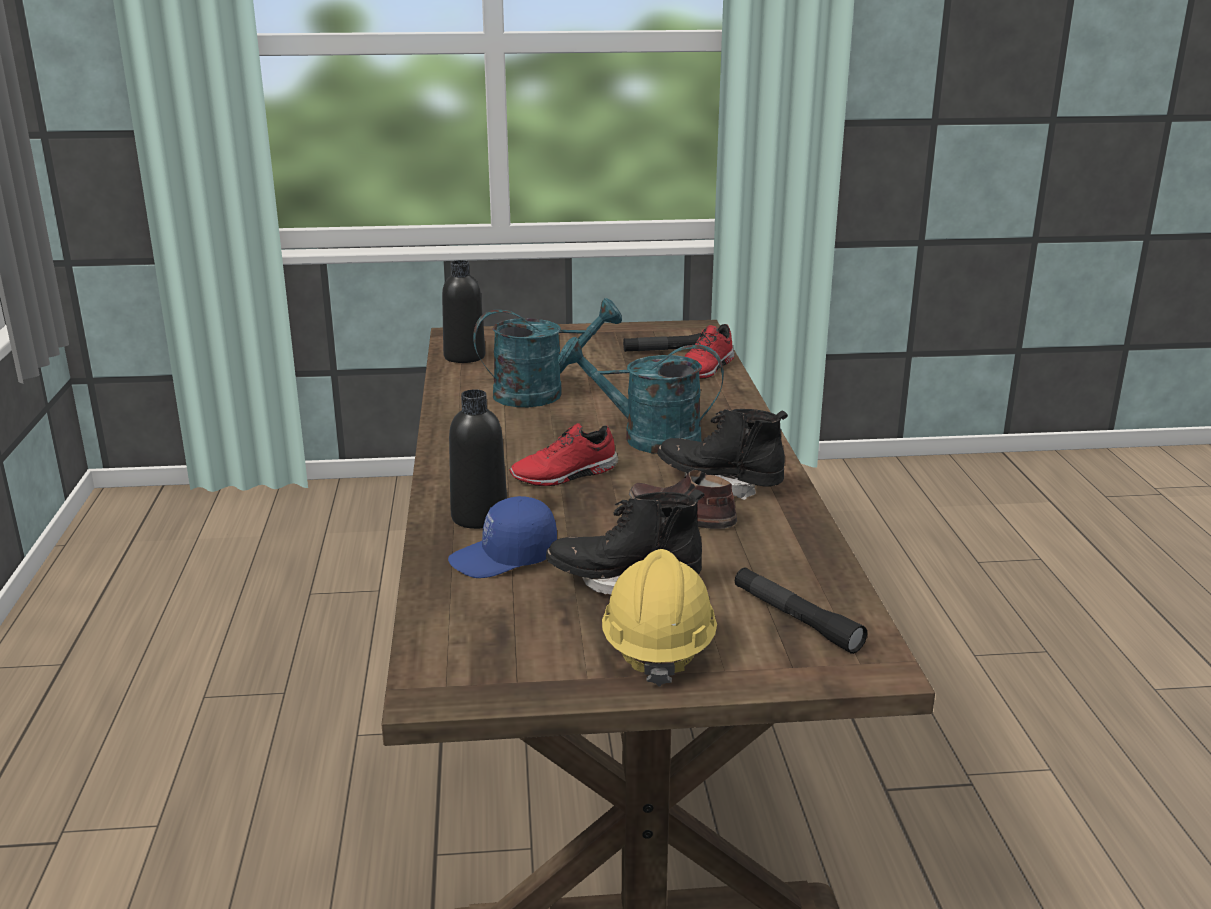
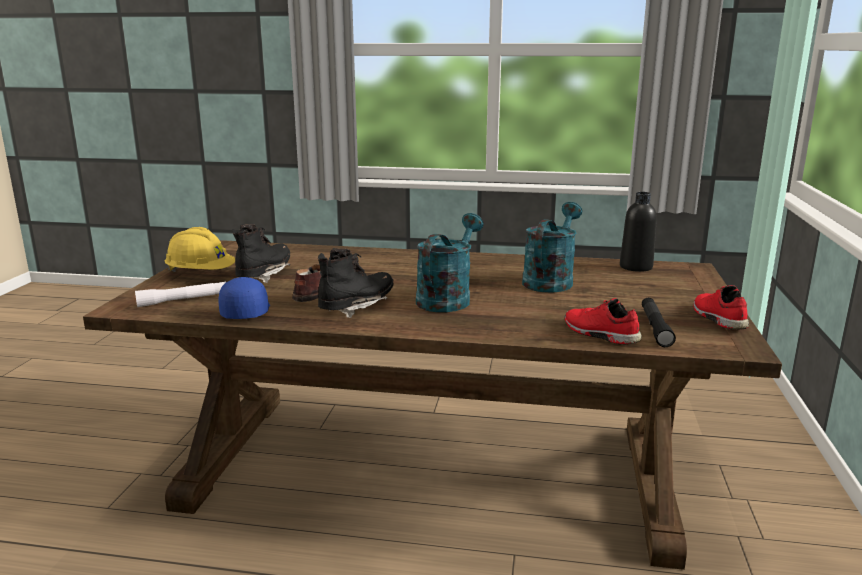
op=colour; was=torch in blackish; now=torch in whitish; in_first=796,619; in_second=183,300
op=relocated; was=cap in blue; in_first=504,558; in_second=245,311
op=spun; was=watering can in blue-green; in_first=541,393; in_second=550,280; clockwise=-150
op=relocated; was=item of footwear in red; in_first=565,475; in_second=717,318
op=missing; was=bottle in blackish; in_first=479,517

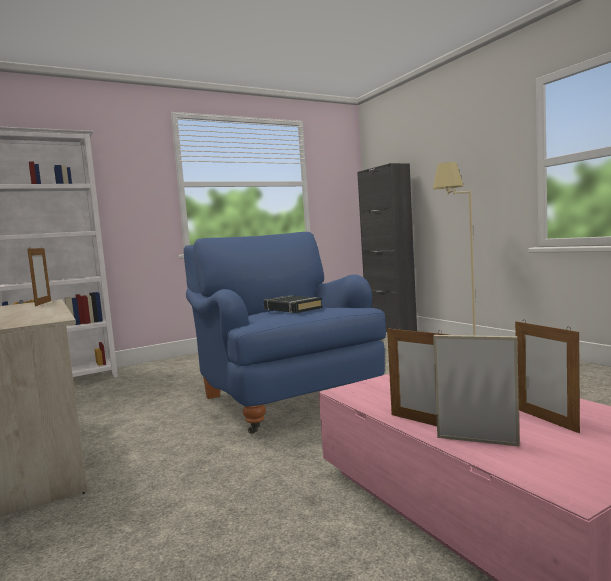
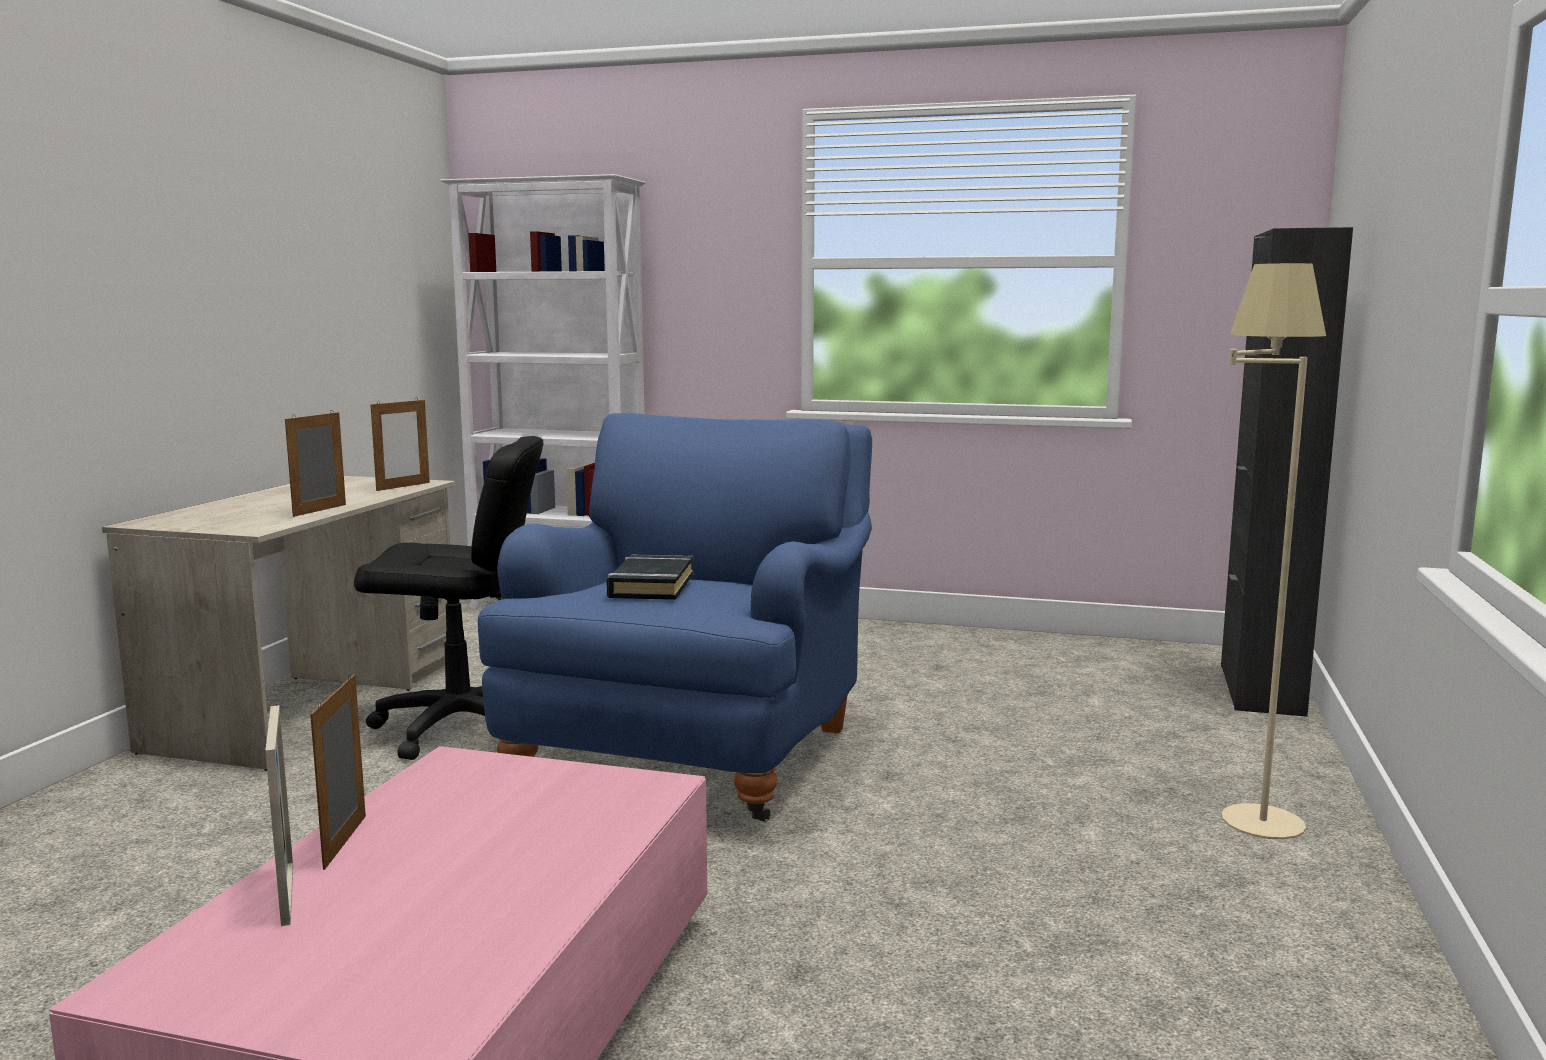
op=relocated; was=photo frame; in_first=546,420; in_second=320,510
op=appeared; now=desk chair in blackish; in_second=461,727

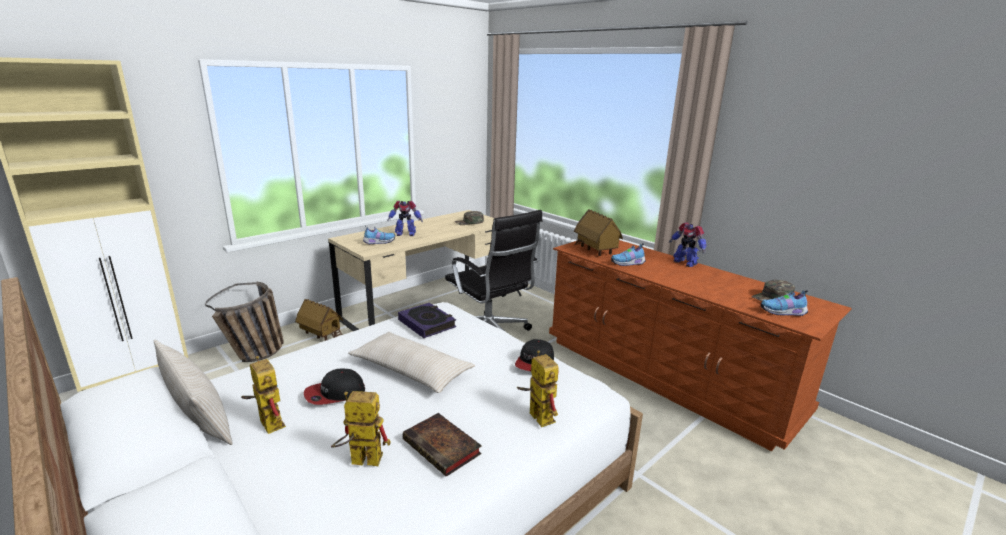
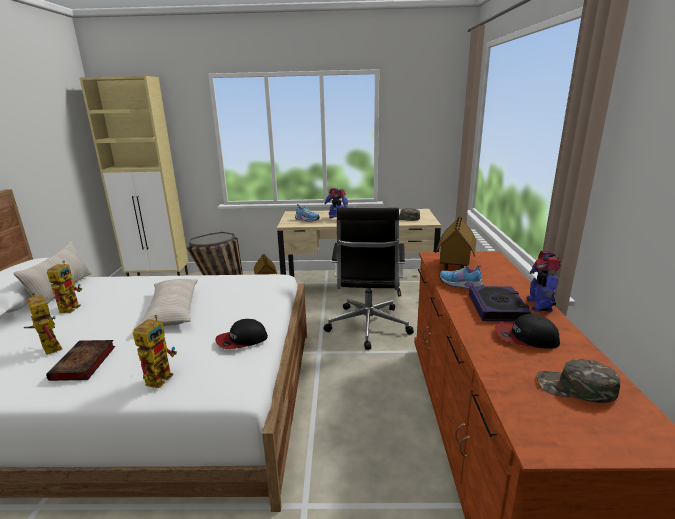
op=relocated; was=book; in_first=427,323; in_second=497,308
op=relocated; was=cap; in_first=335,393; in_second=525,337
op=missing; was=item of footwear; in_first=783,313

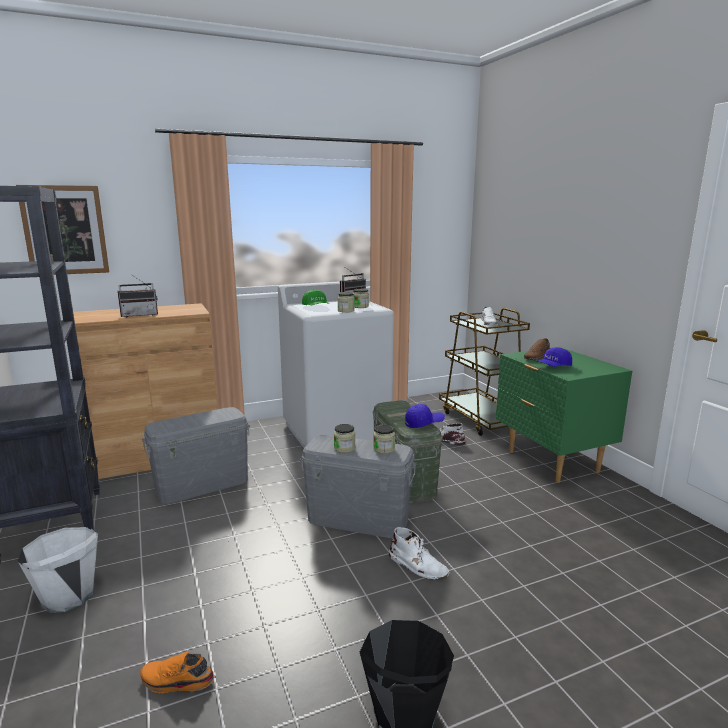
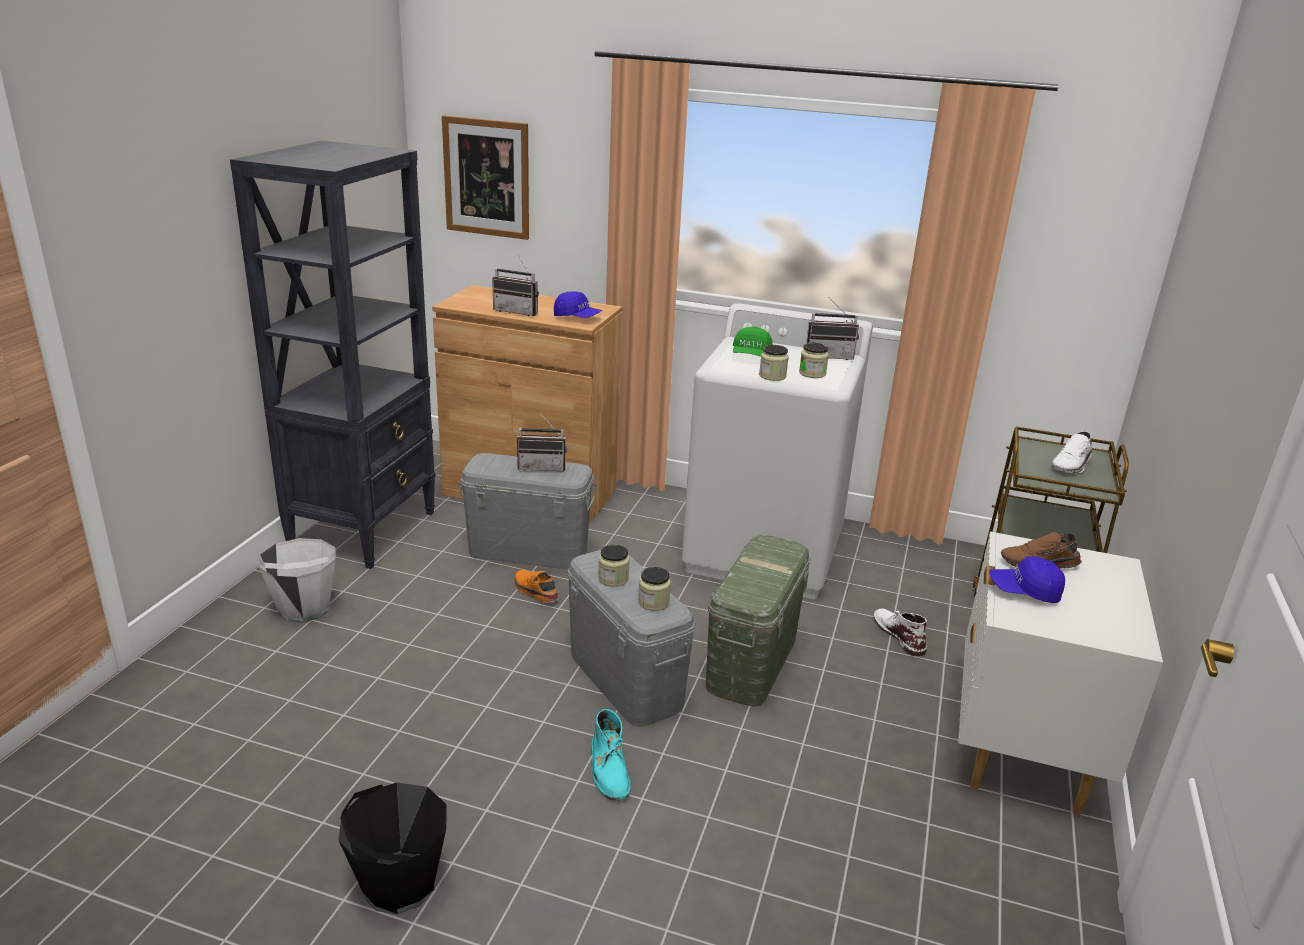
op=relocated; was=item of footwear in orange-coloured; in_first=176,682; in_second=534,591
op=appeared; now=radio; in_second=542,467
op=relocated; was=cap in blue; in_first=424,423; in_second=577,317
op=colour; was=boot in whitish; now=boot in blue-green; in_first=418,566; in_second=609,770
op=colour; was=nightstand in green-coloured; now=nightstand in whitish; in_first=551,462; in_second=1021,755

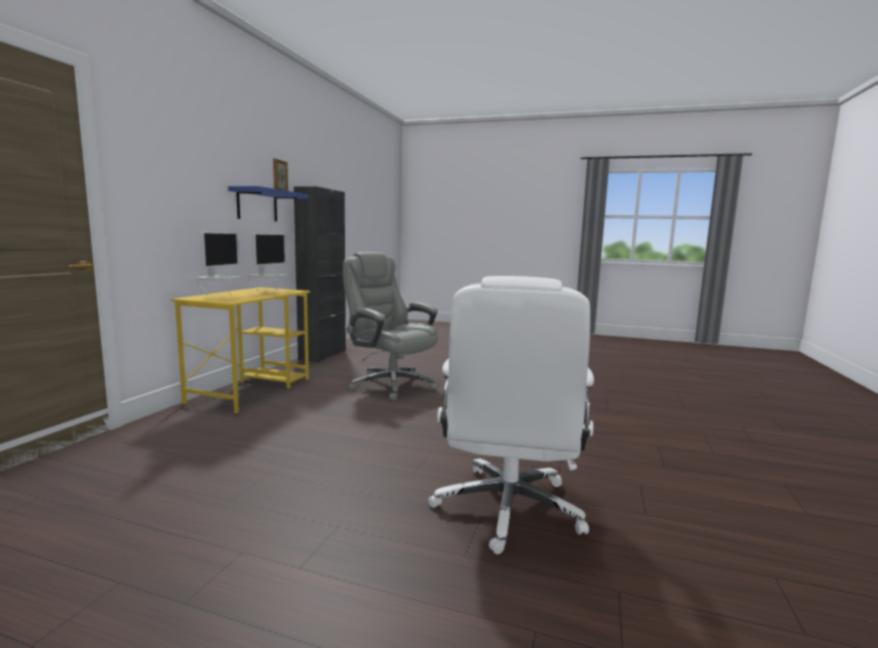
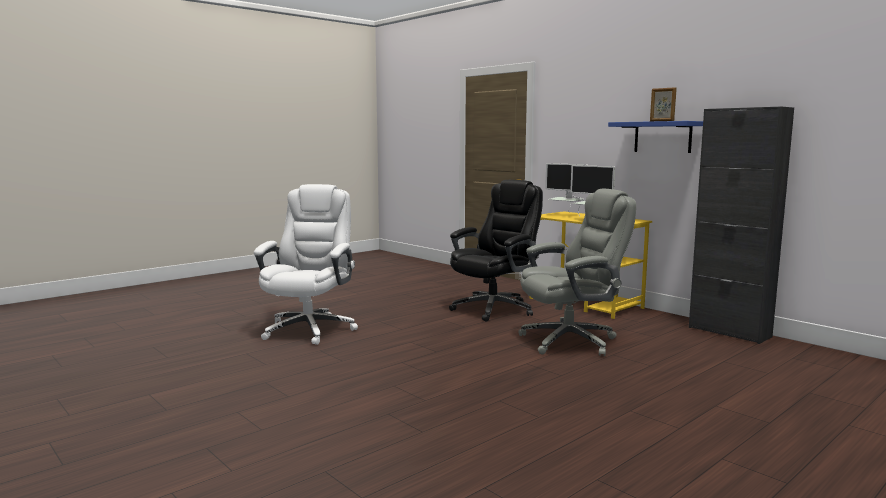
op=spun; was=desk chair in whitish; in_first=508,509; in_second=310,329; clockwise=60
op=appeared; now=desk chair in blackish; in_second=494,309

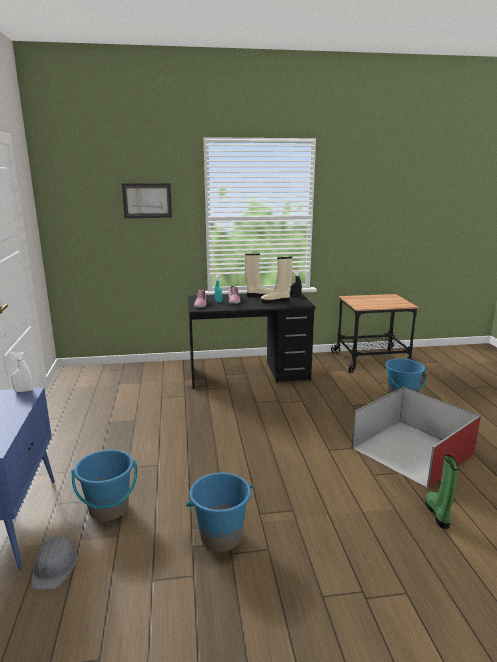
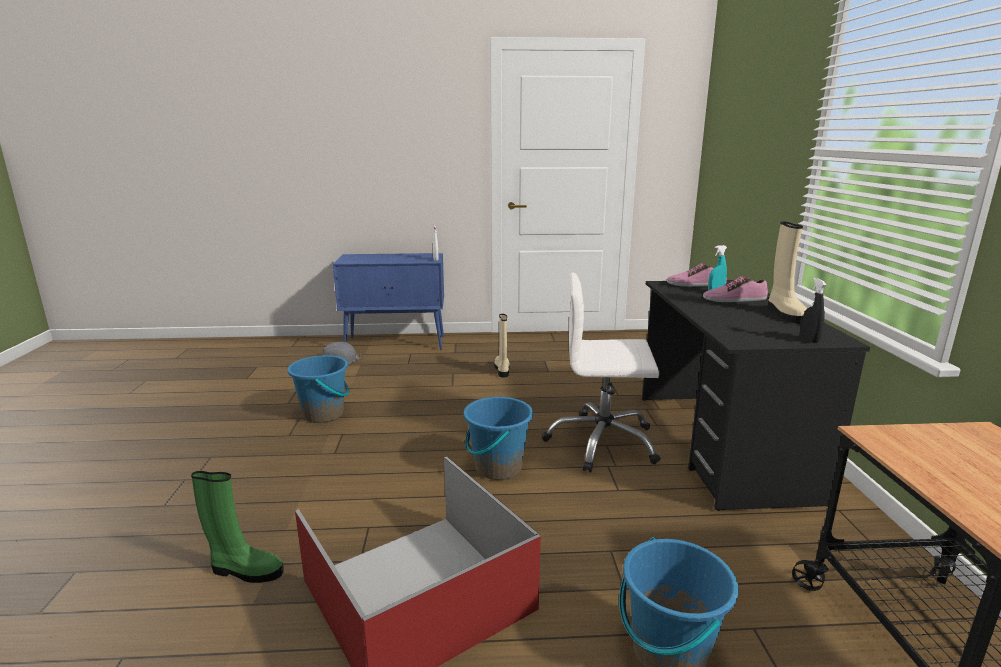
op=relocated; was=bucket in blue; in_first=109,509; in_second=497,467
op=relocated; was=boot in beige-coloured; in_first=276,301; in_second=502,370
op=appeared; now=desk chair in whitish; in_second=602,443
op=missing; was=wall picture; in_first=147,200

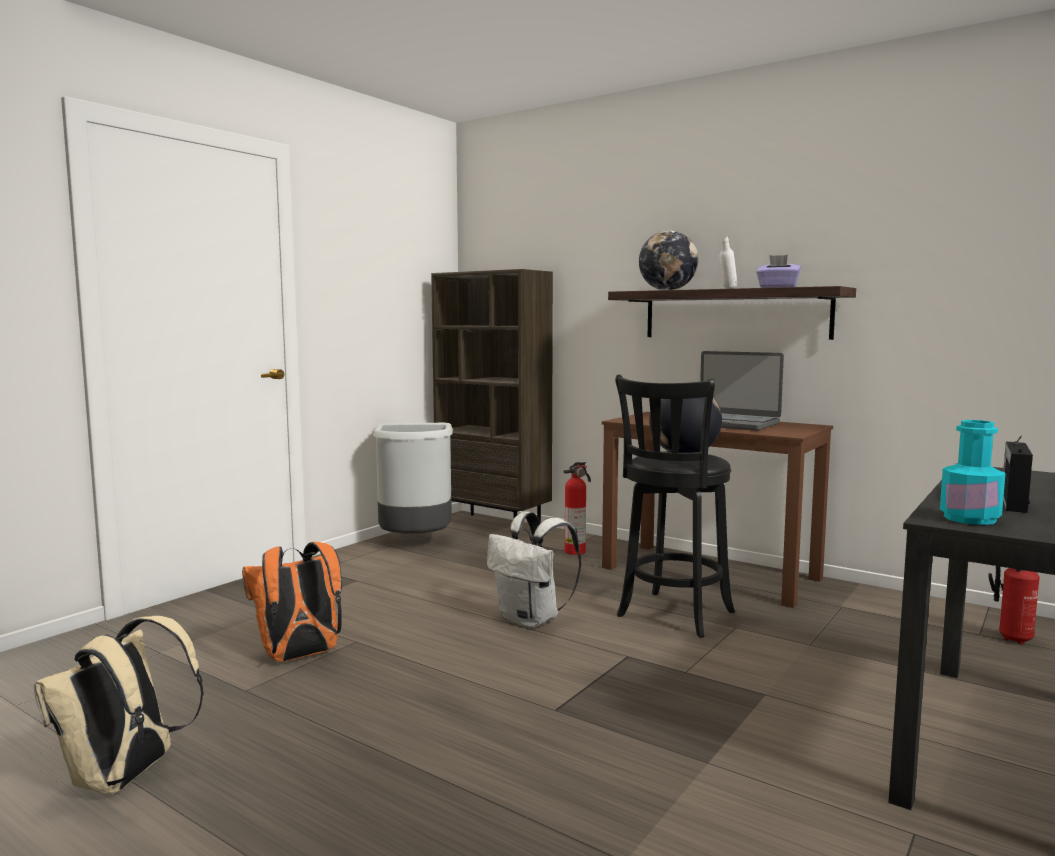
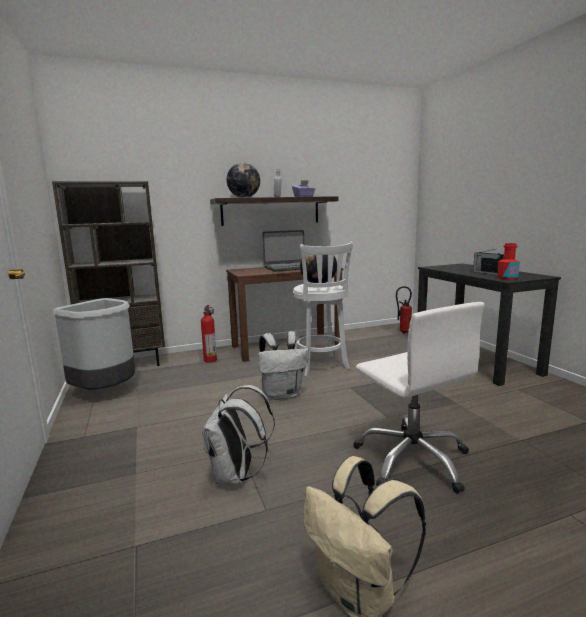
op=colour; was=rucksack in orange-coloured; now=rucksack in whitish; in_first=299,656; in_second=236,476
op=colour; was=stool seat in blackish; now=stool seat in whitish; in_first=672,616; in_second=321,366
op=appeared; now=desk chair in whitish; in_second=412,459
op=colour; was=bottle in blue-green; now=bottle in red; in_first=969,518; in_second=507,278

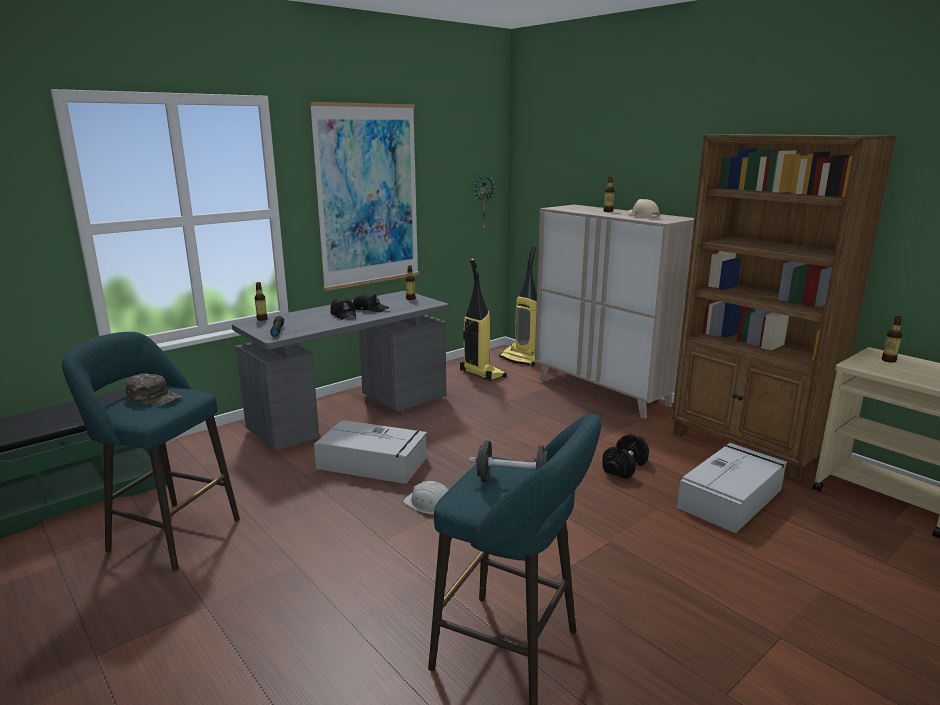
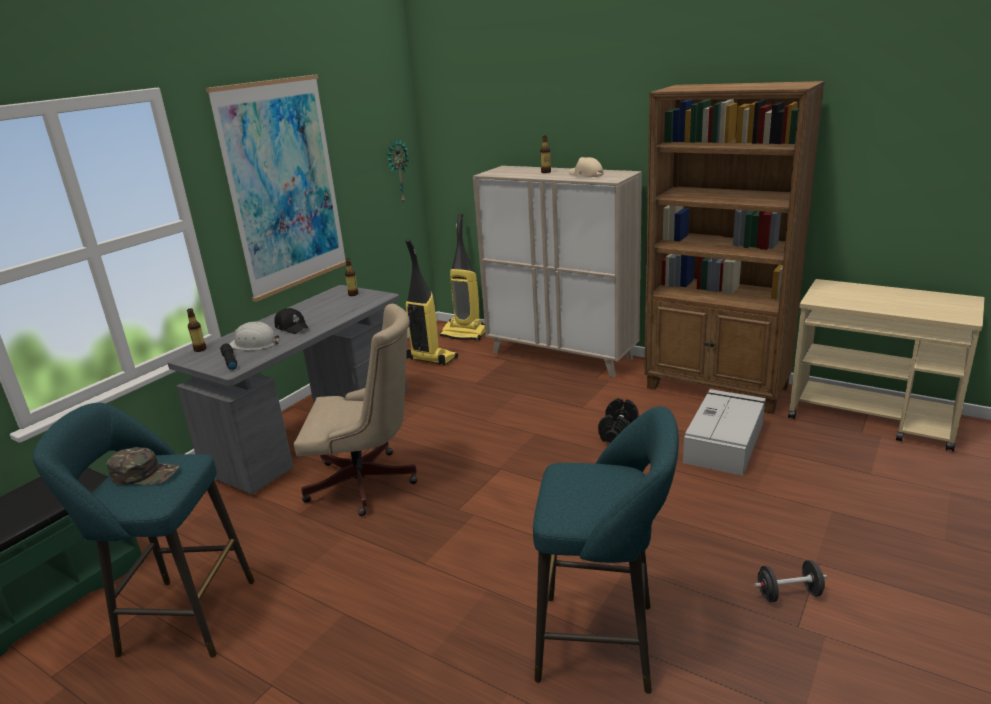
op=relocated; was=safety helmet in whitish; in_first=429,504; in_second=254,344
op=exchanged; was=storage bin in gray; now=desk chair in beige-coloured; in_first=374,463; in_second=368,483
op=relocated; was=hand weight in blackish; in_first=512,482; in_second=789,594
op=missing; was=cap in blackish; in_first=370,309
op=missing; was=bottle; in_first=888,360

